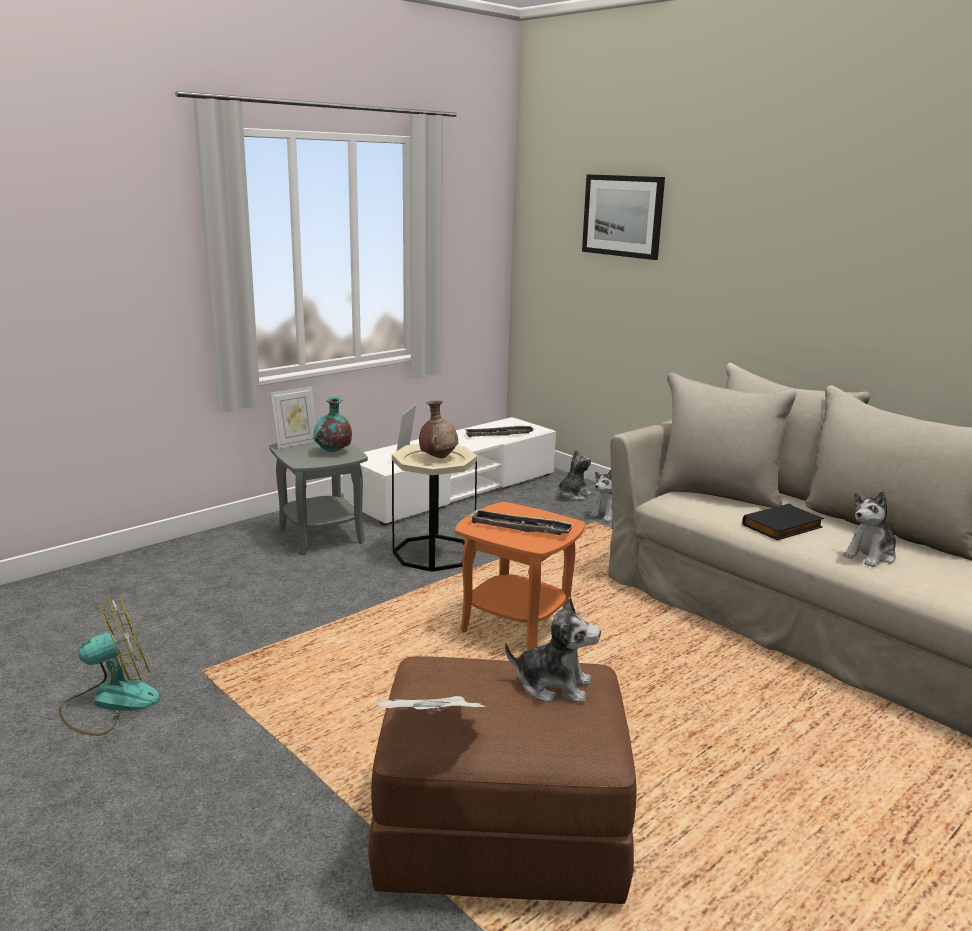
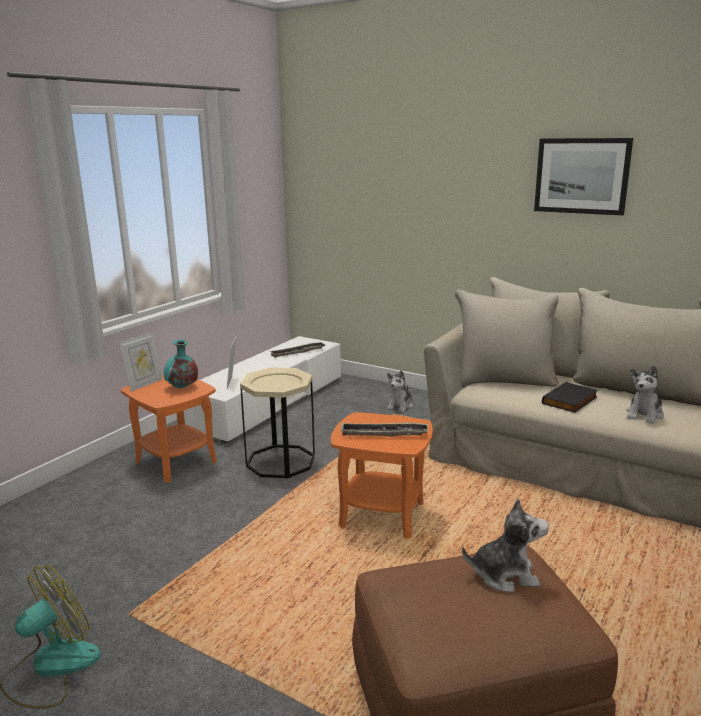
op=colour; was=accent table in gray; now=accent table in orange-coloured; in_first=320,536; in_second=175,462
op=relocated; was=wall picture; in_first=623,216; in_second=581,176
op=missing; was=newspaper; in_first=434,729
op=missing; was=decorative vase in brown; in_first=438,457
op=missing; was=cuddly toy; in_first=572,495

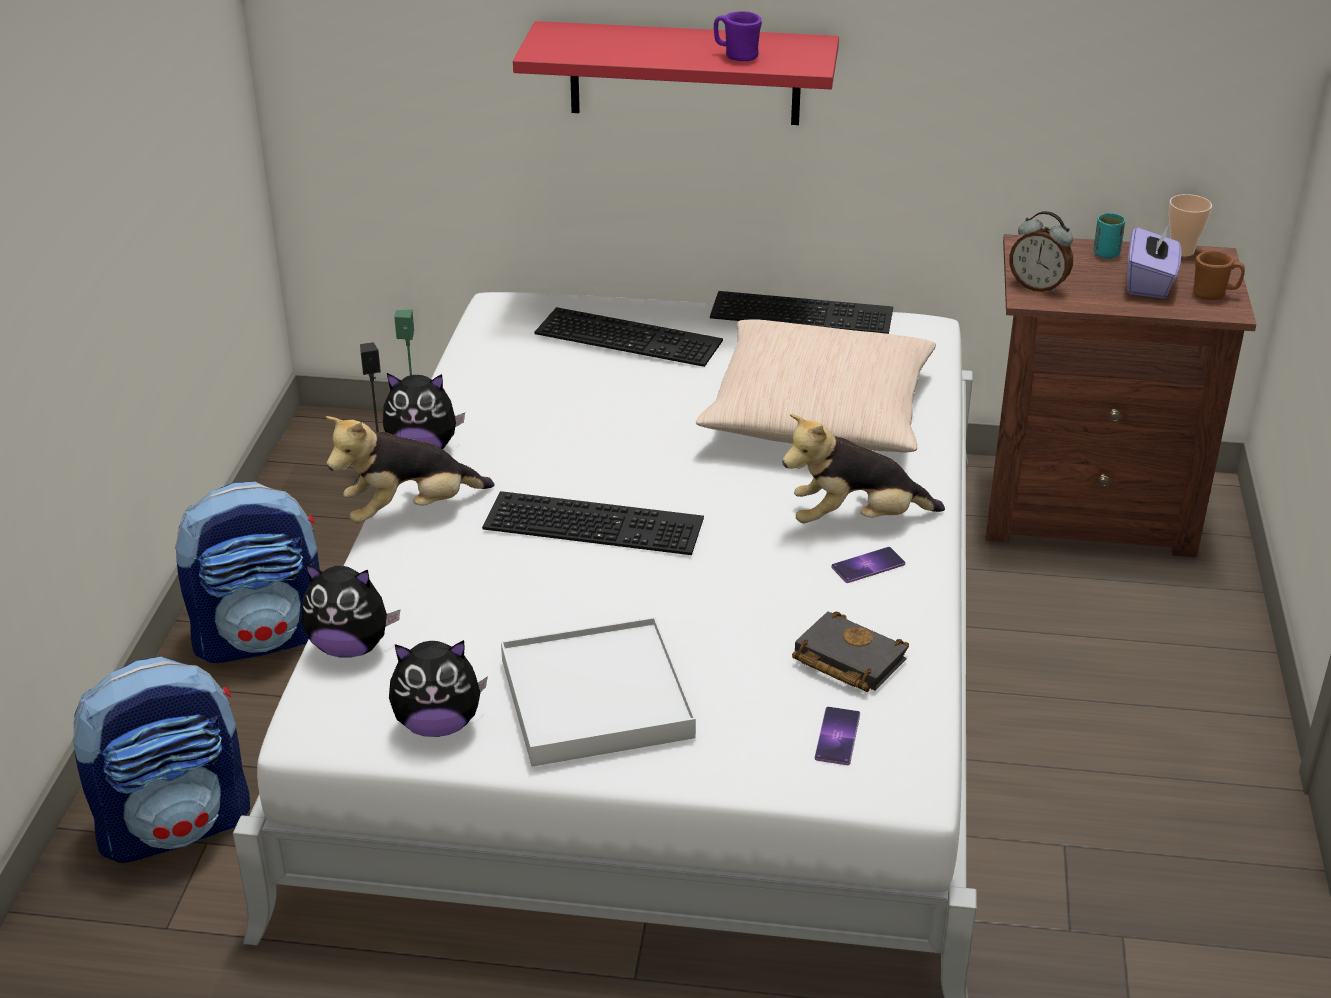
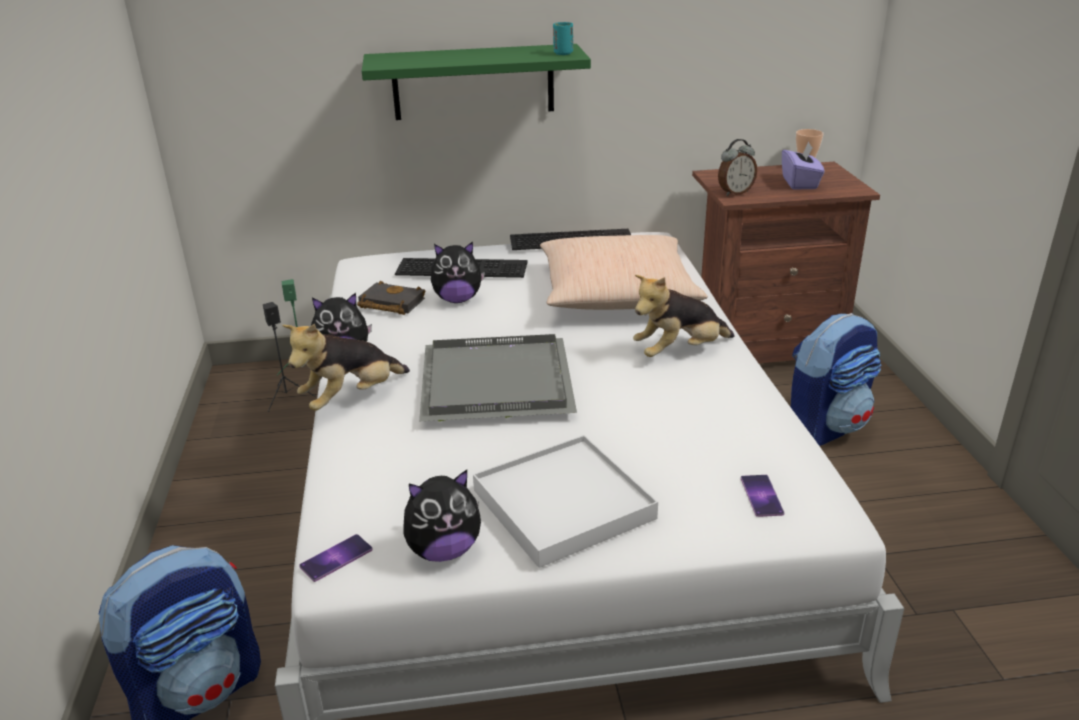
op=relocated; was=telephone; in_first=868,565; in_second=336,558
op=relocated; was=book in blackish; in_first=845,660; in_second=389,304
op=colour; was=bracket shelf in red; now=bracket shelf in green-coloured; in_first=685,73; in_second=473,82
op=exchanged; was=PC keyboard; now=carrying tray in gray; in_first=596,521; in_second=499,381
op=relocated; was=cuddly toy; in_first=350,647; in_second=457,299
op=relocated; was=cup in blue-green; in_first=1106,254; in_second=563,53
op=spun; was=alarm clock; in_first=1038,286; in_second=735,192; clockwise=-45
op=relocated; was=rucksack; in_first=262,637; in_second=825,427
op=missing; was=coffee mug in purplish; in_first=736,56
op=missing; was=coffee mug in brown; in_first=1214,294

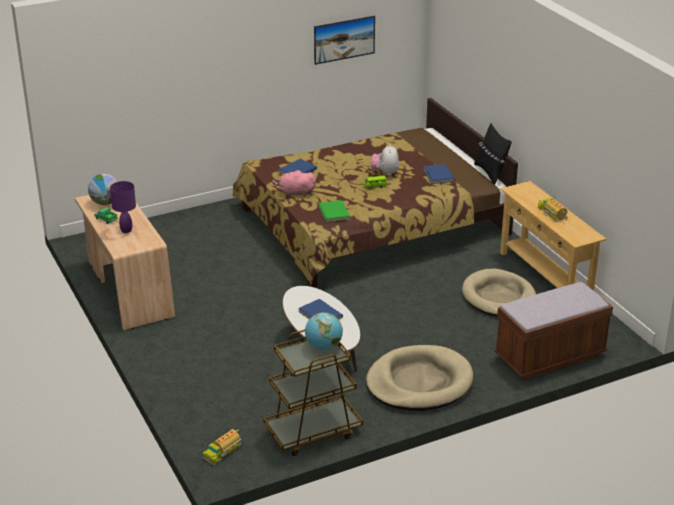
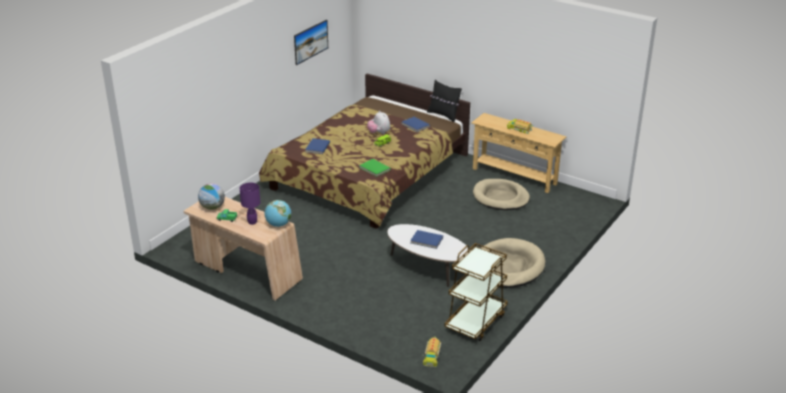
op=relocated; was=globe; in_first=323,347; in_second=278,224
op=missing; was=cuddly toy in pinkish; in_first=295,193
op=missing; was=long seat in brown; in_first=550,356

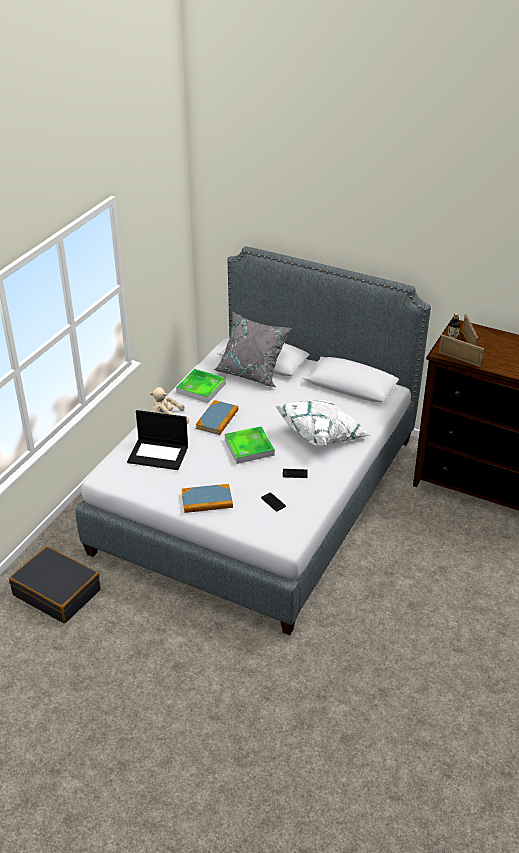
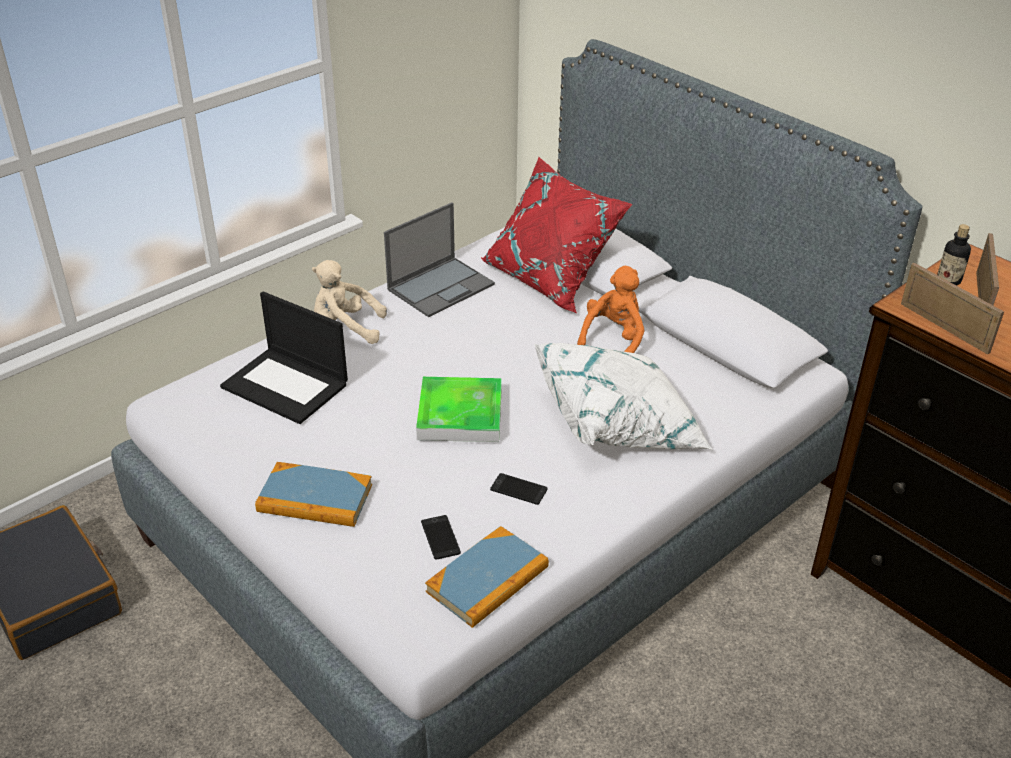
op=exchanged; was=carrying tray; now=portable computer; in_first=201,388; in_second=441,286
op=relocated; was=book; in_first=217,419; in_second=487,580
op=colour; was=cushion in gray; now=cushion in red; in_first=252,372; in_second=551,278
op=appeared; now=cuddly toy in orange-coloured; in_second=613,339

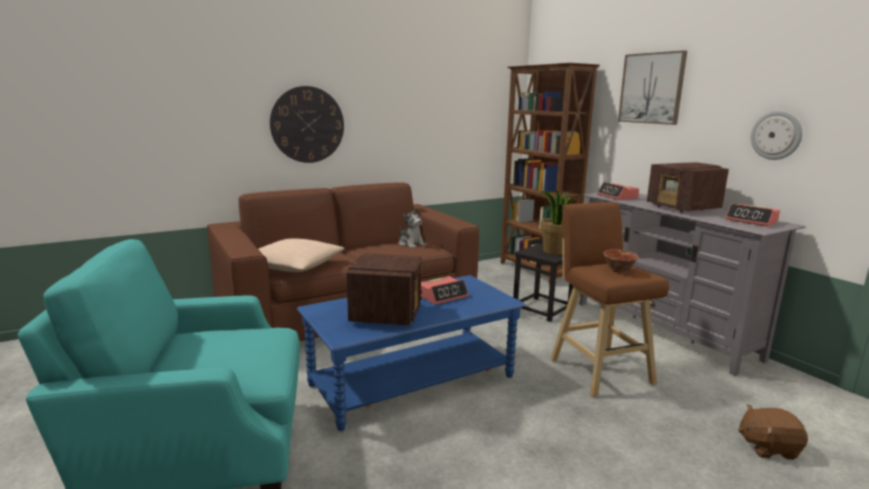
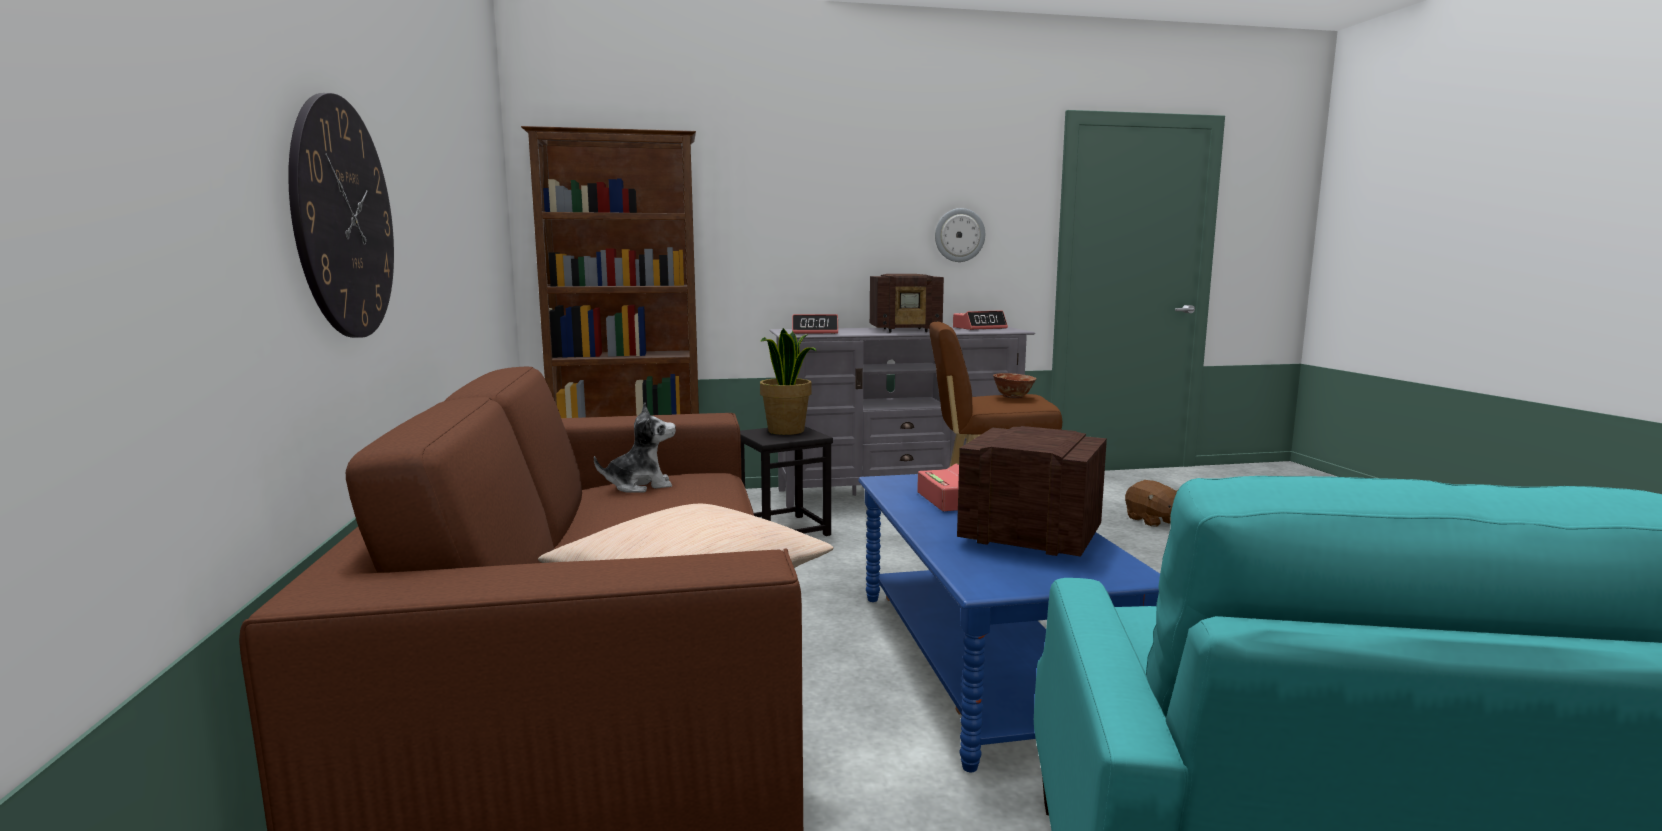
op=spun; was=cuddly toy in brown; in_first=767,447; in_second=1152,520; clockwise=-45
op=missing; was=wall picture; in_first=651,88

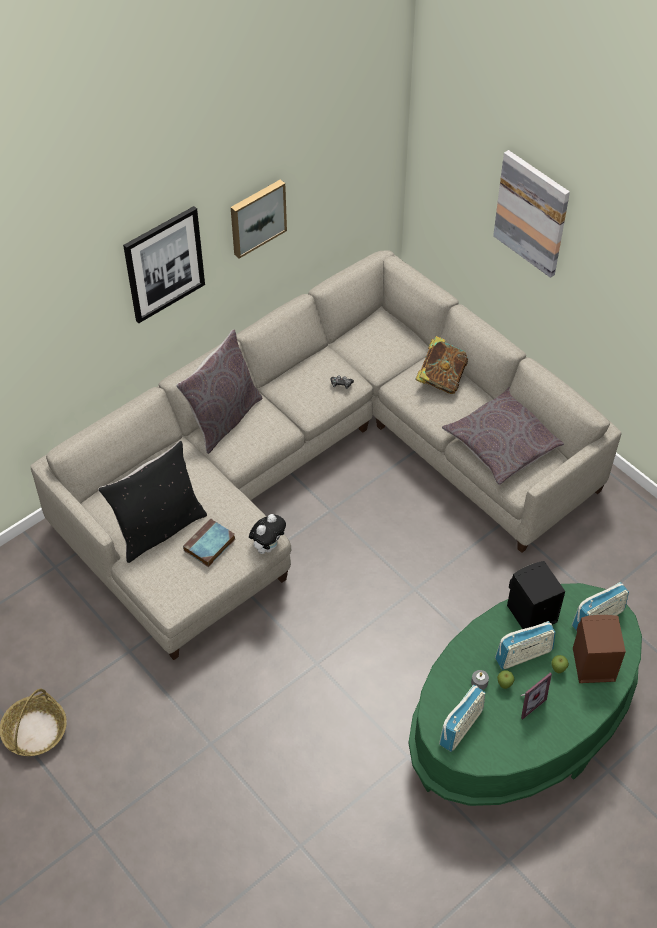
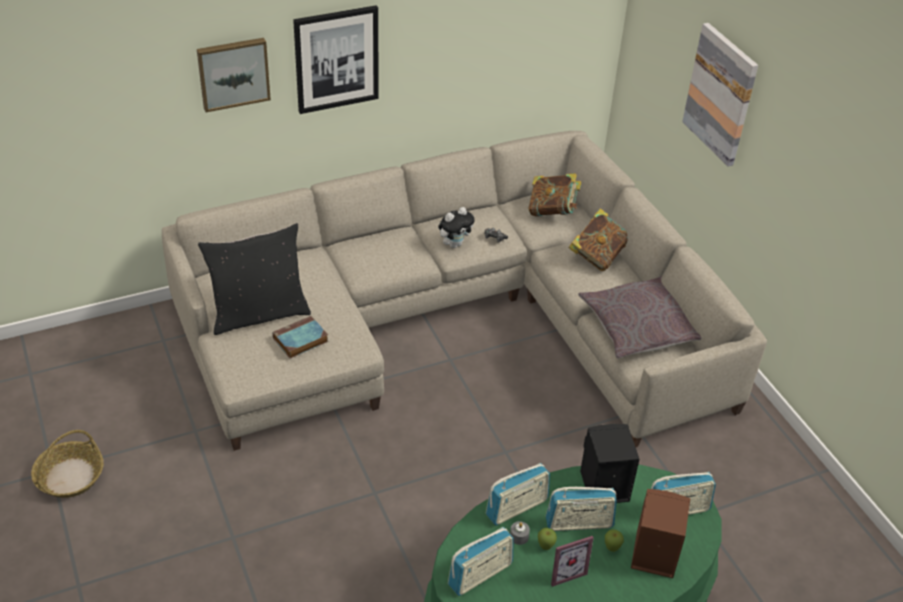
op=relocated; was=wall picture; in_first=257,217; in_second=233,73
op=relocated; was=cuddly toy; in_first=268,546; in_second=455,244
op=appeared; now=radio; in_second=517,508
op=appeared; now=book; in_second=552,211
op=missing; was=cushion in gray; in_first=223,419

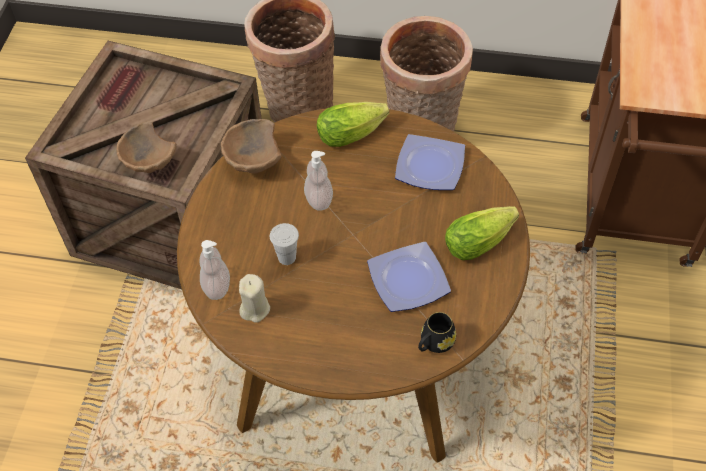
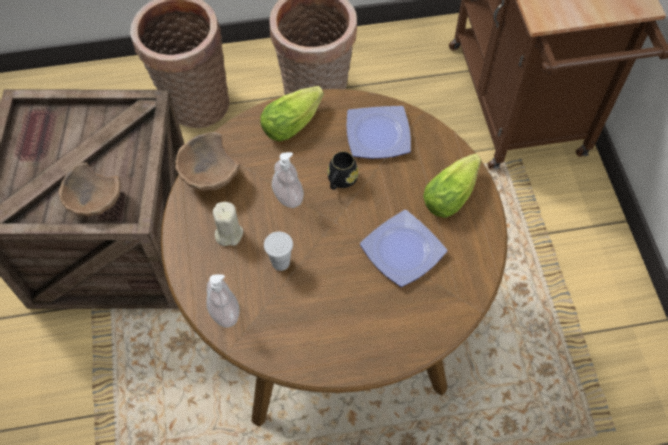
op=relocated; was=candle in beige-coloured; in_first=255,308; in_second=228,233
op=relocated; was=coffee mug in blackish; in_first=434,343; in_second=340,181

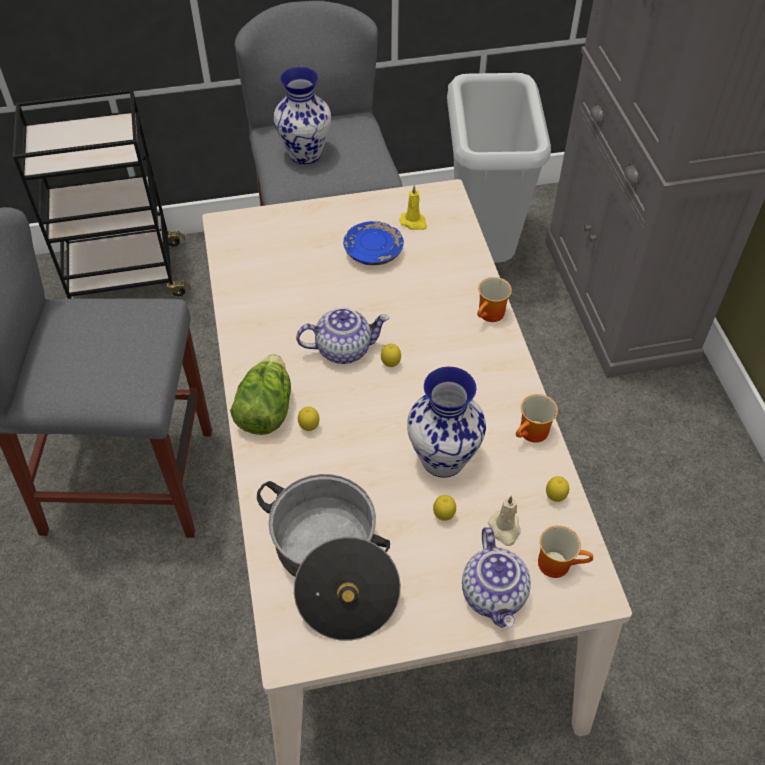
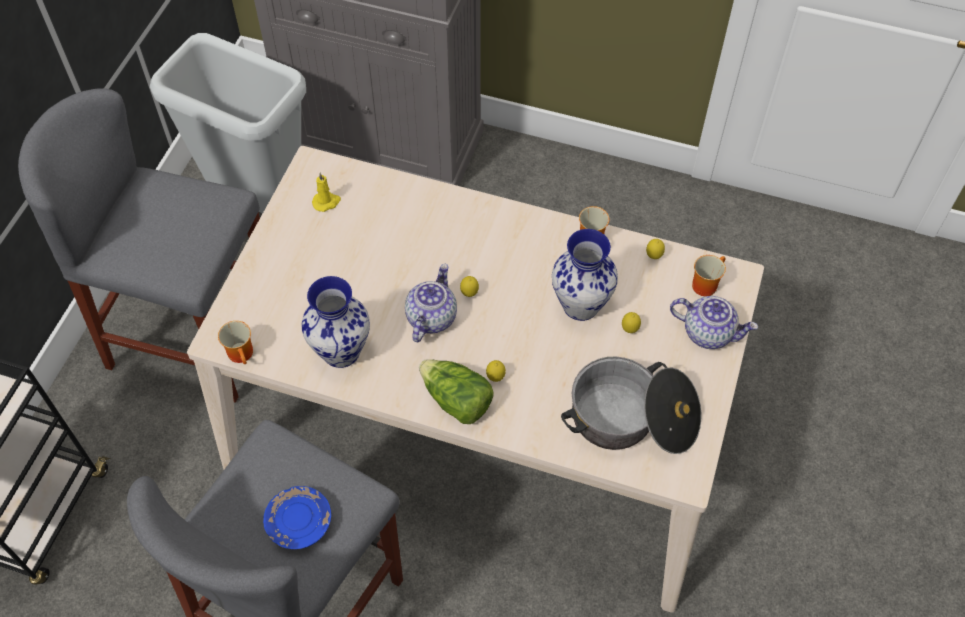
op=relocated; was=coffee mug; in_first=491,315; in_second=243,354
op=relocated; was=flat dish in blue; in_first=373,251; in_second=299,523
op=relocated; was=decorative vase; in_first=306,154; in_second=342,351
op=missing; was=candle in beige-coloured; in_first=505,529

